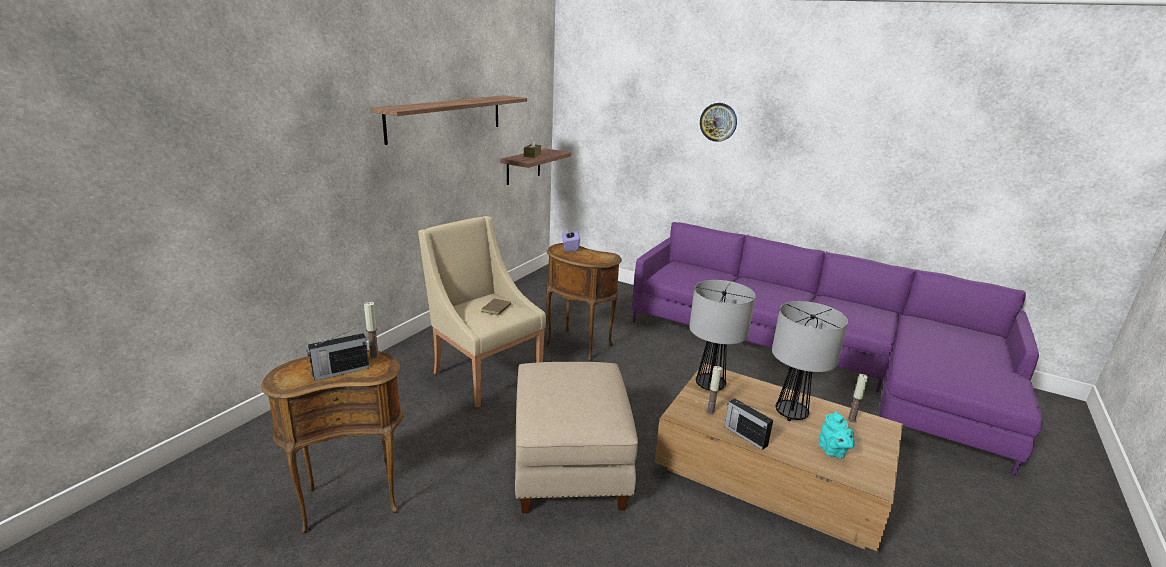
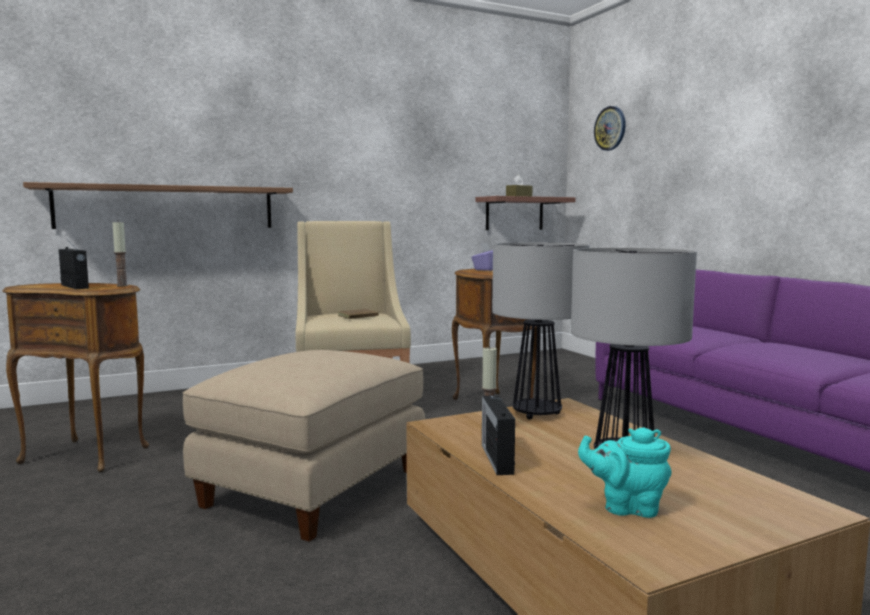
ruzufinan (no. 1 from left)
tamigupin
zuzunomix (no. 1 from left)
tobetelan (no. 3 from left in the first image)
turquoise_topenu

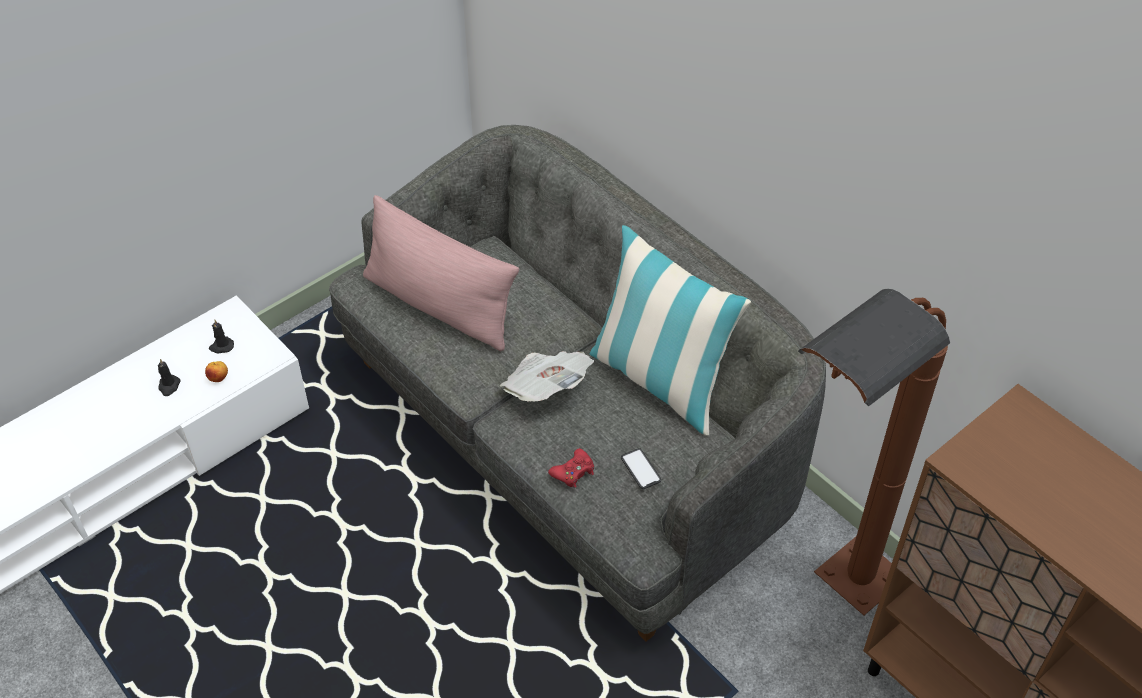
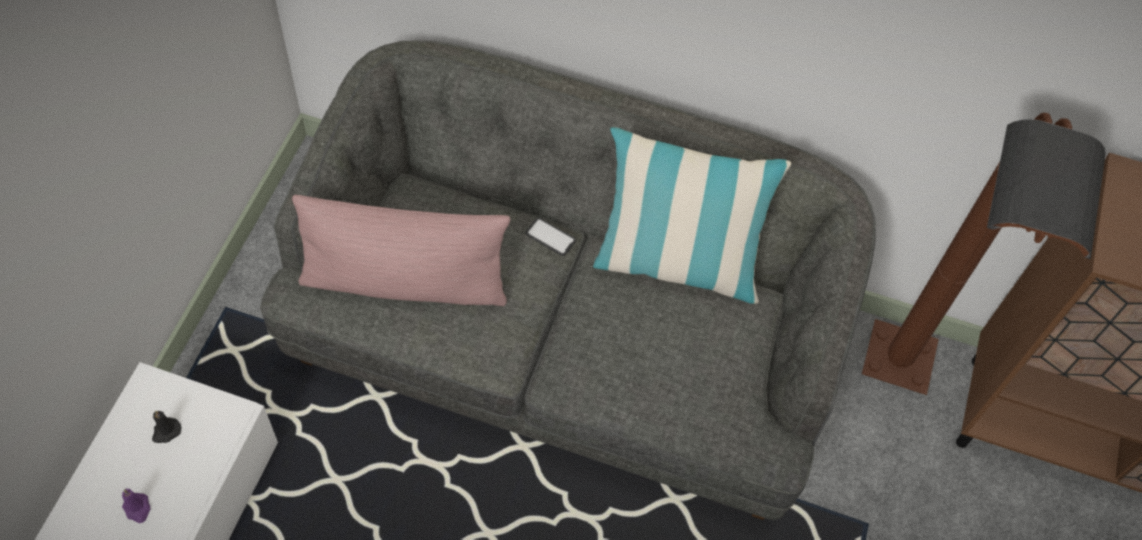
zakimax
purple_tobetelan
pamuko
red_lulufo
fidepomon

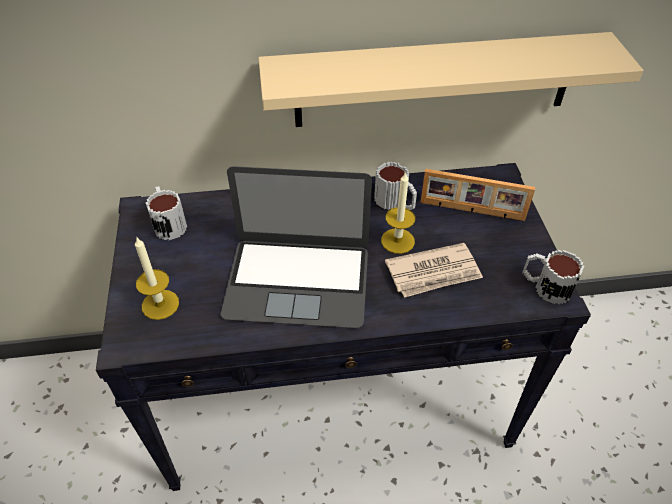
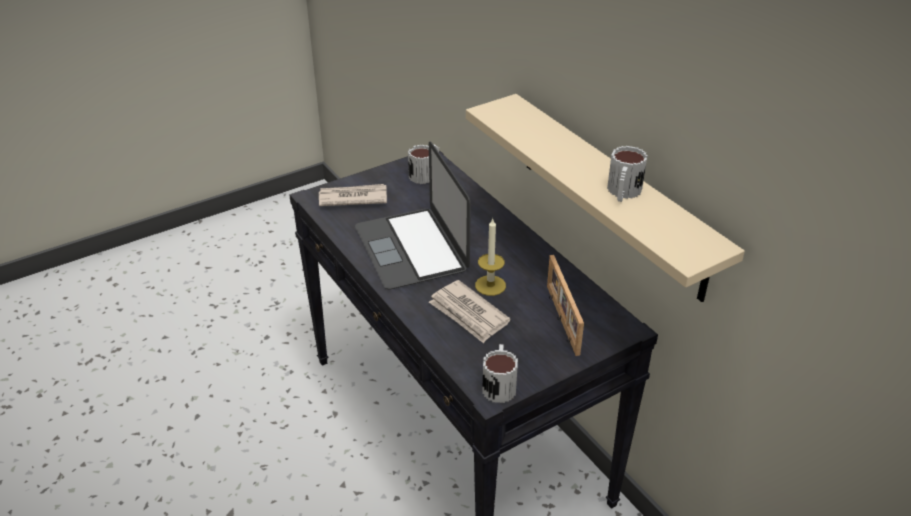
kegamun (no. 3 from left)
zakimax (no. 1 from left)

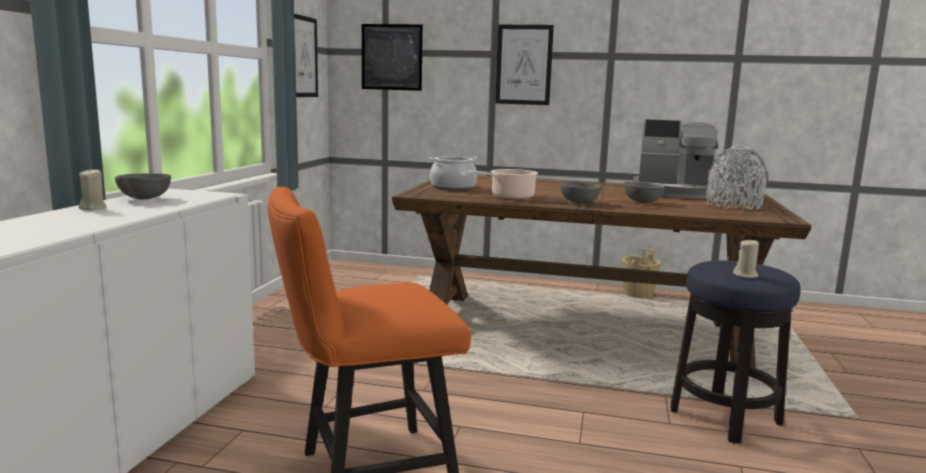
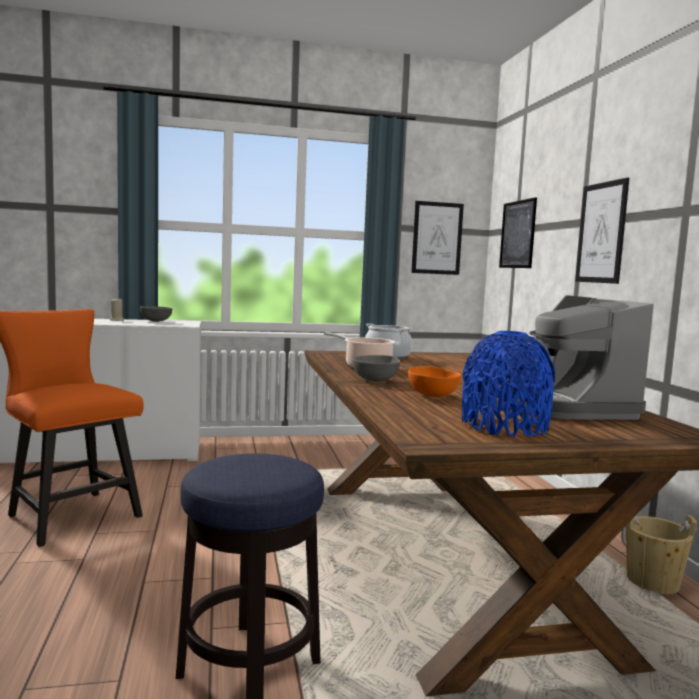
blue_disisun
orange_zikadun
beige_tobetelan (no. 2 from left in the first image)

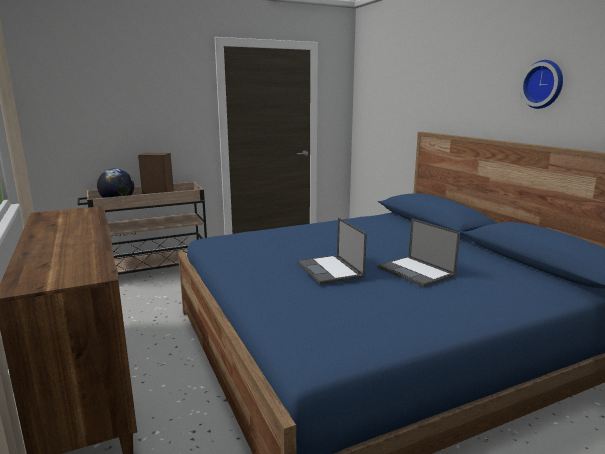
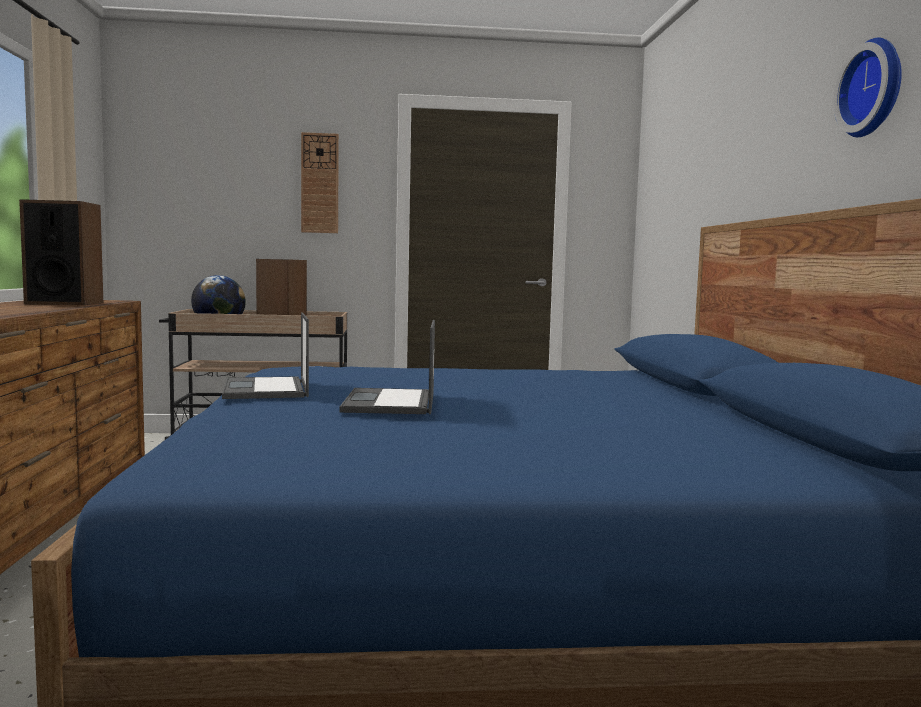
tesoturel (no. 1 from left)
tamigupin (no. 1 from left)
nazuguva (no. 1 from left)

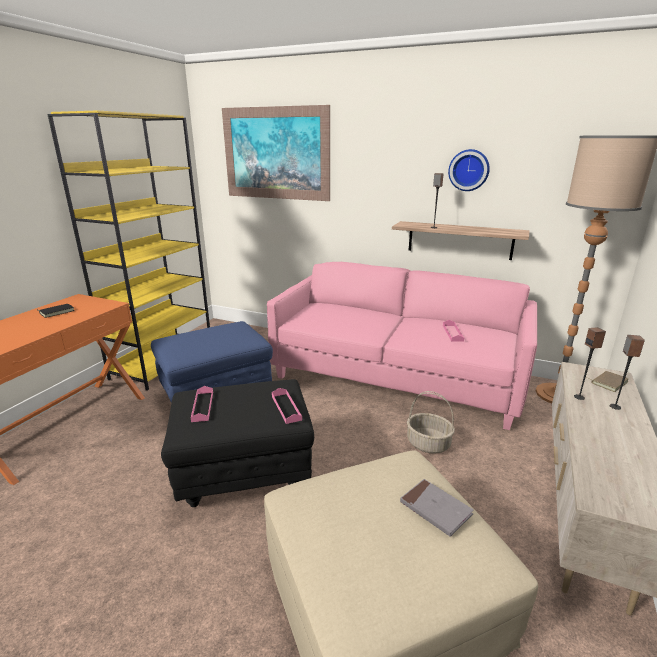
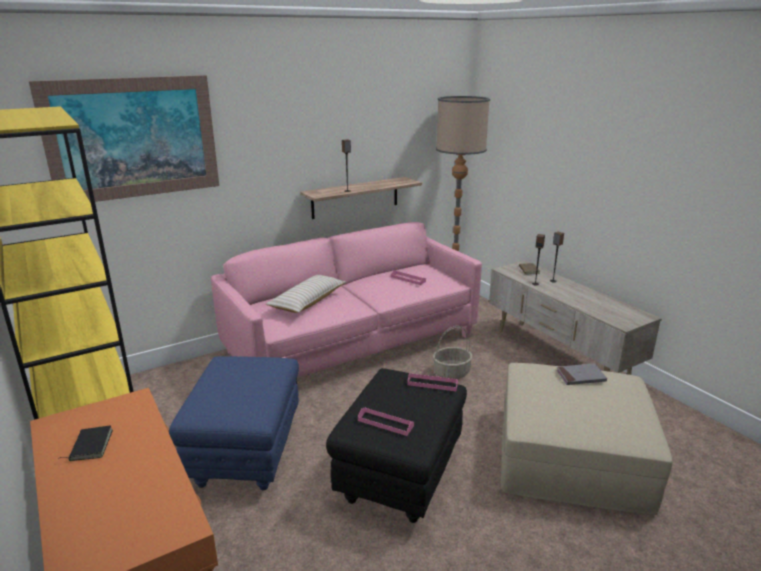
tamigupin
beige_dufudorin

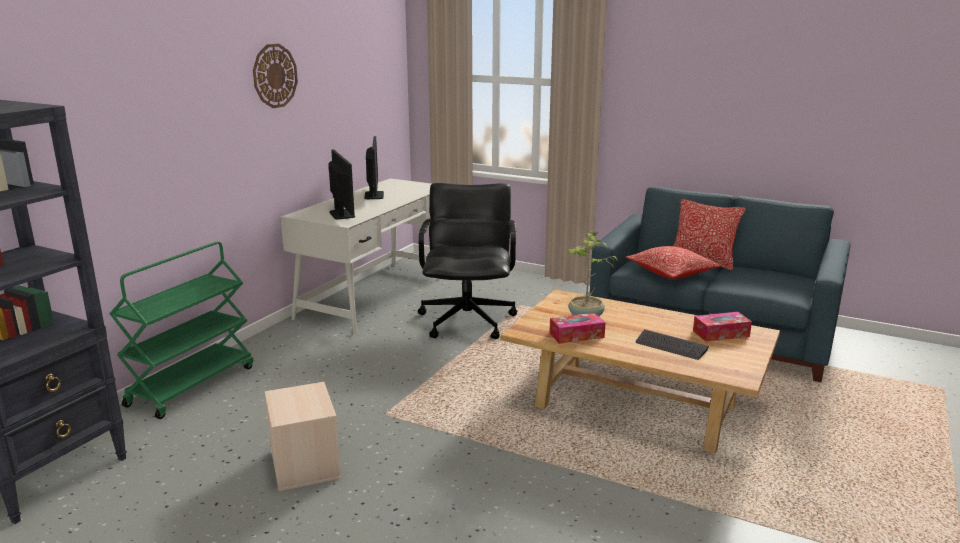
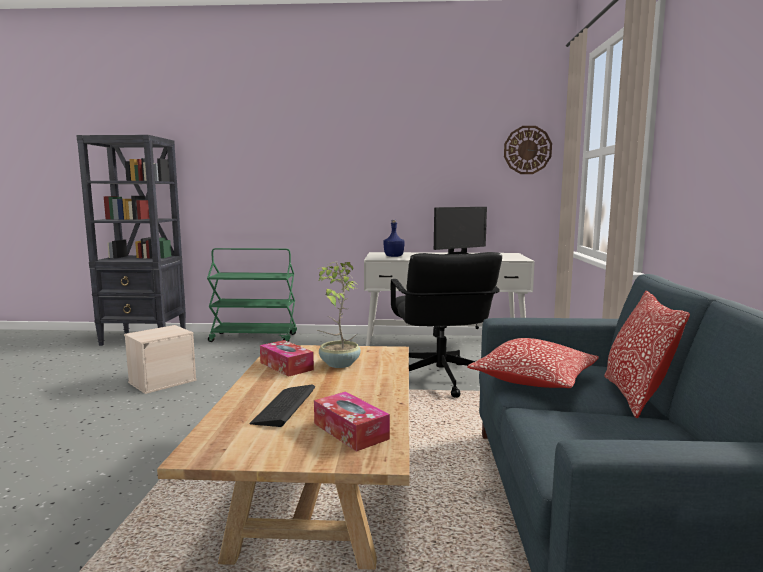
tamigupin
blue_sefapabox
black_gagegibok

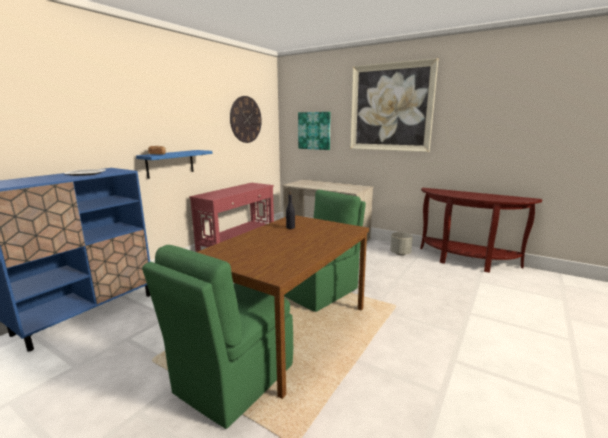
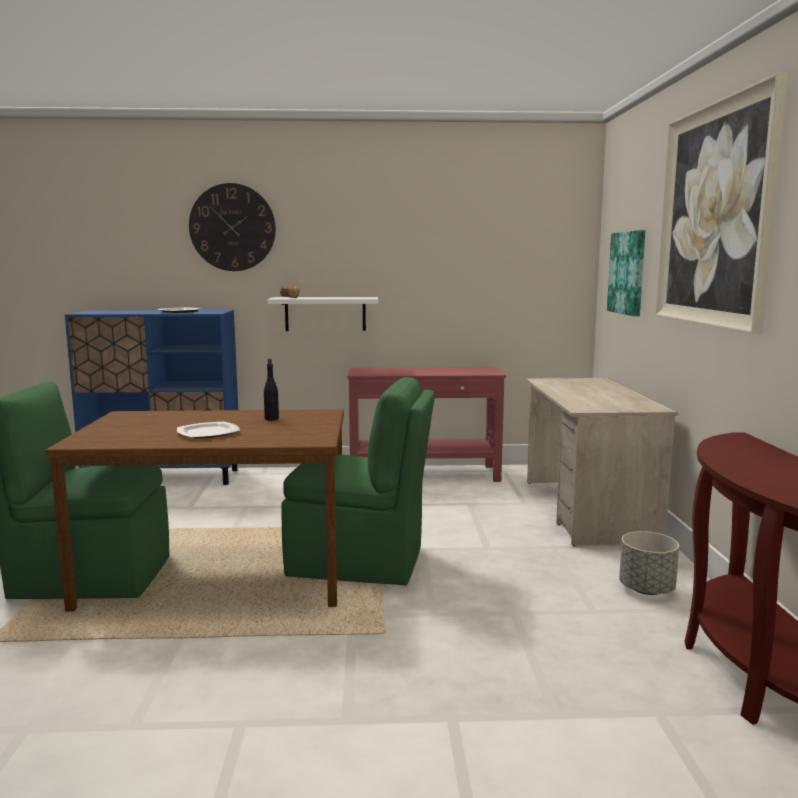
tamigupin
white_ruzufinan
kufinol (no. 2 from left)

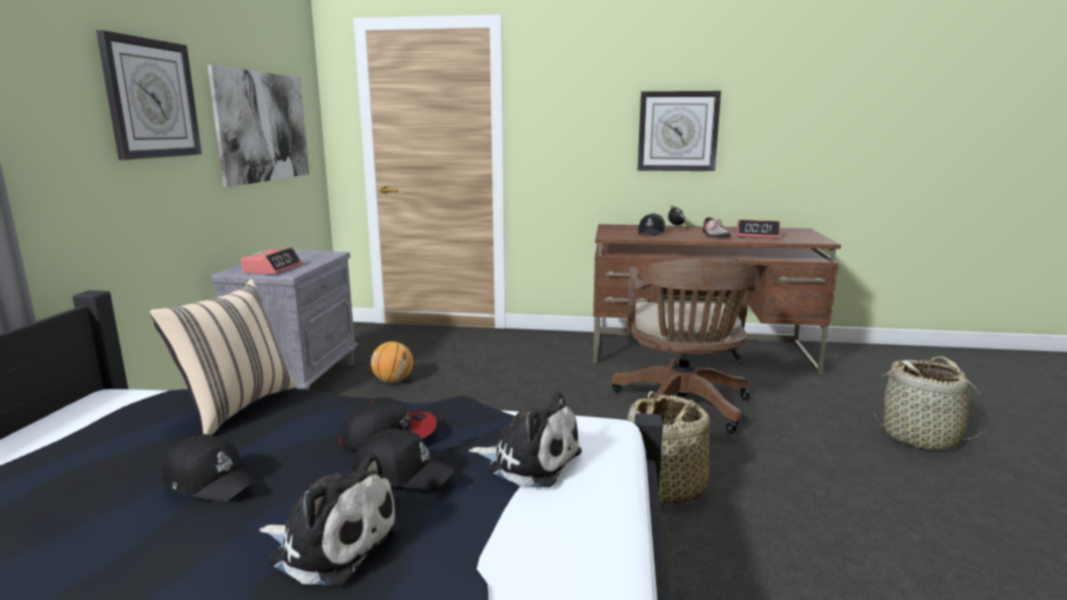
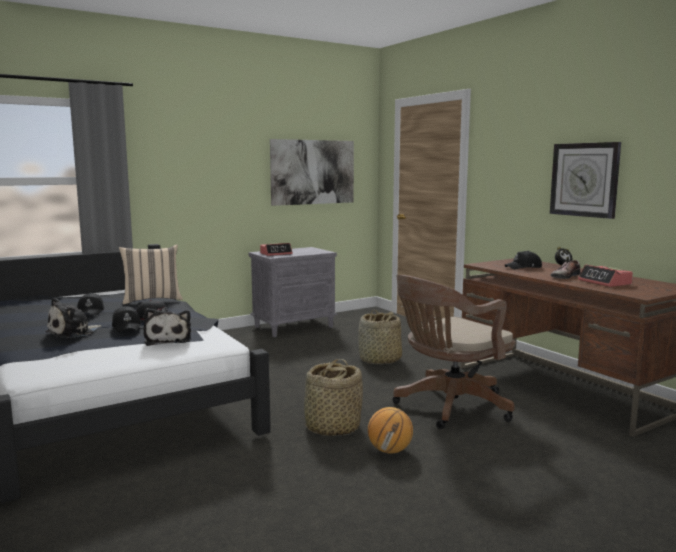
tamigupin (no. 1 from left in the first image)
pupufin
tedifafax (no. 2 from left)
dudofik (no. 1 from left)

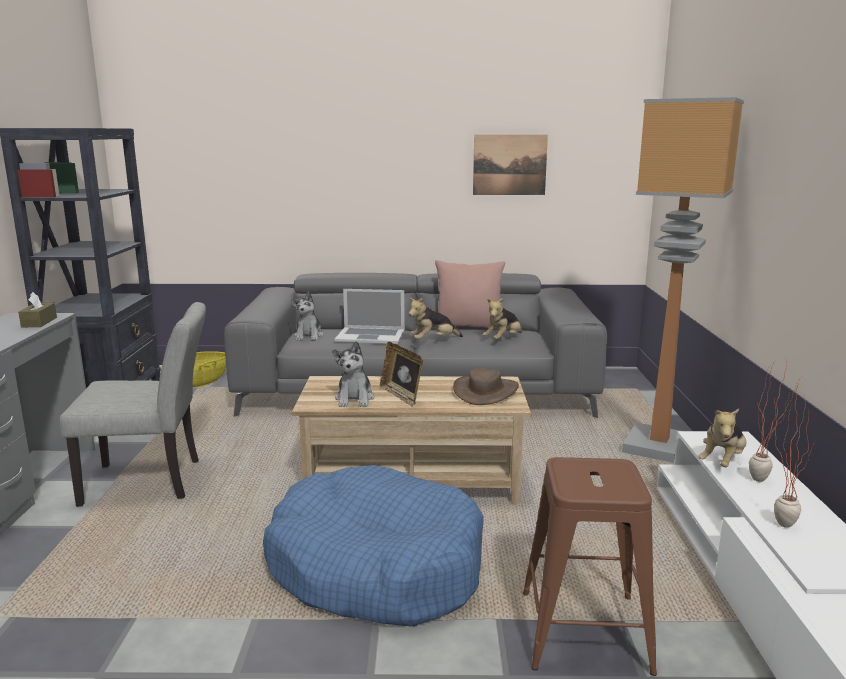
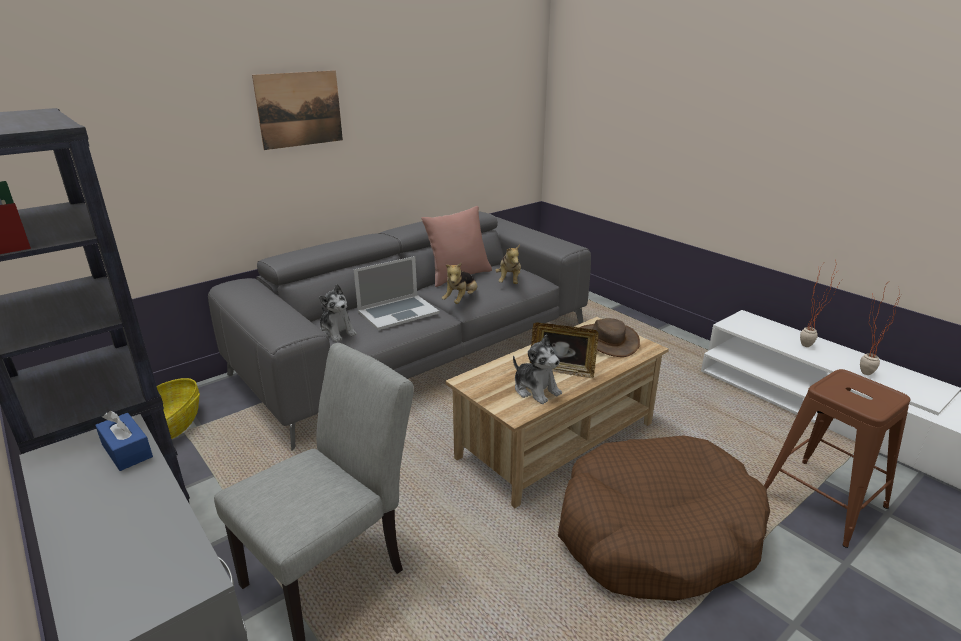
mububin
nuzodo
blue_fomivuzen
dudofik (no. 5 from left in the first image)
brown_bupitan

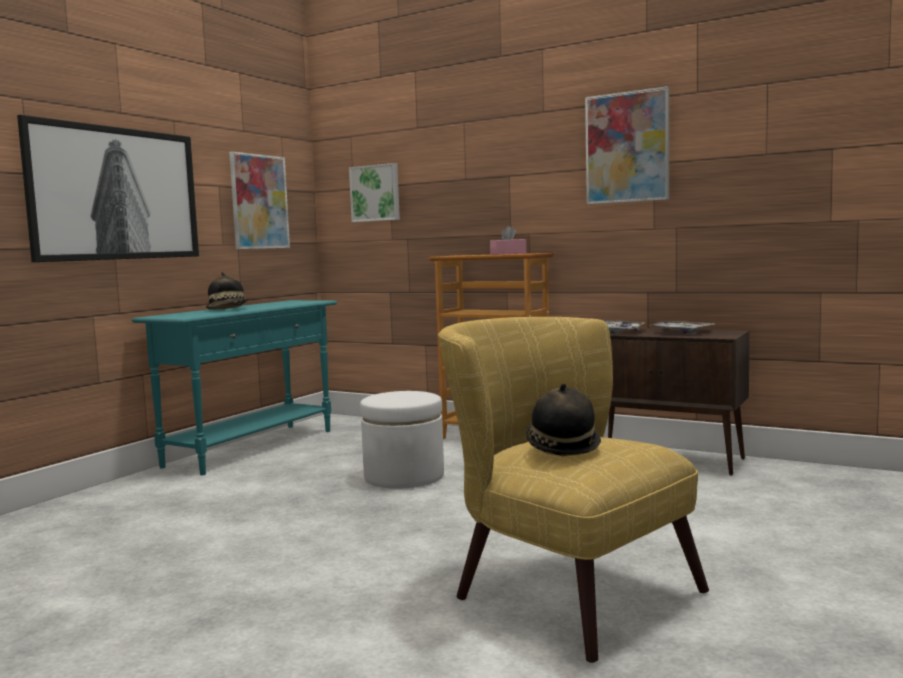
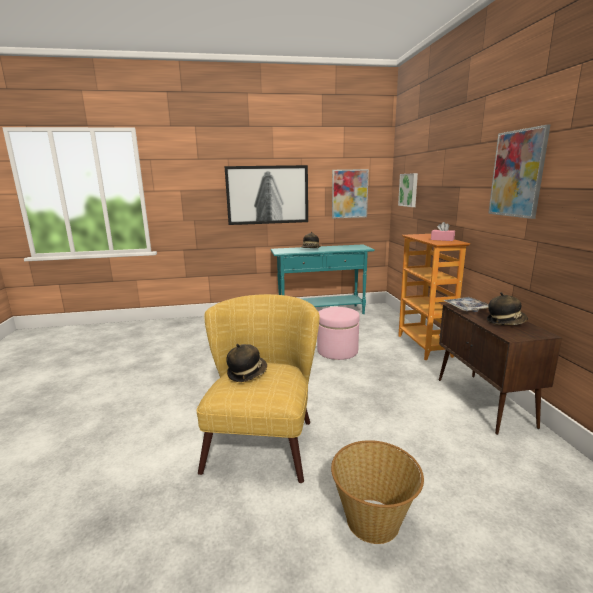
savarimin (no. 3 from left)
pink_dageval
tedifafax

